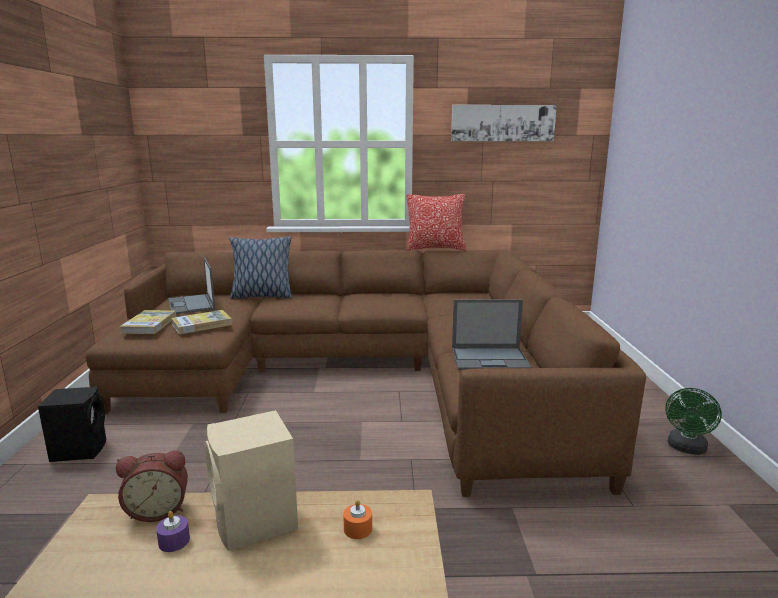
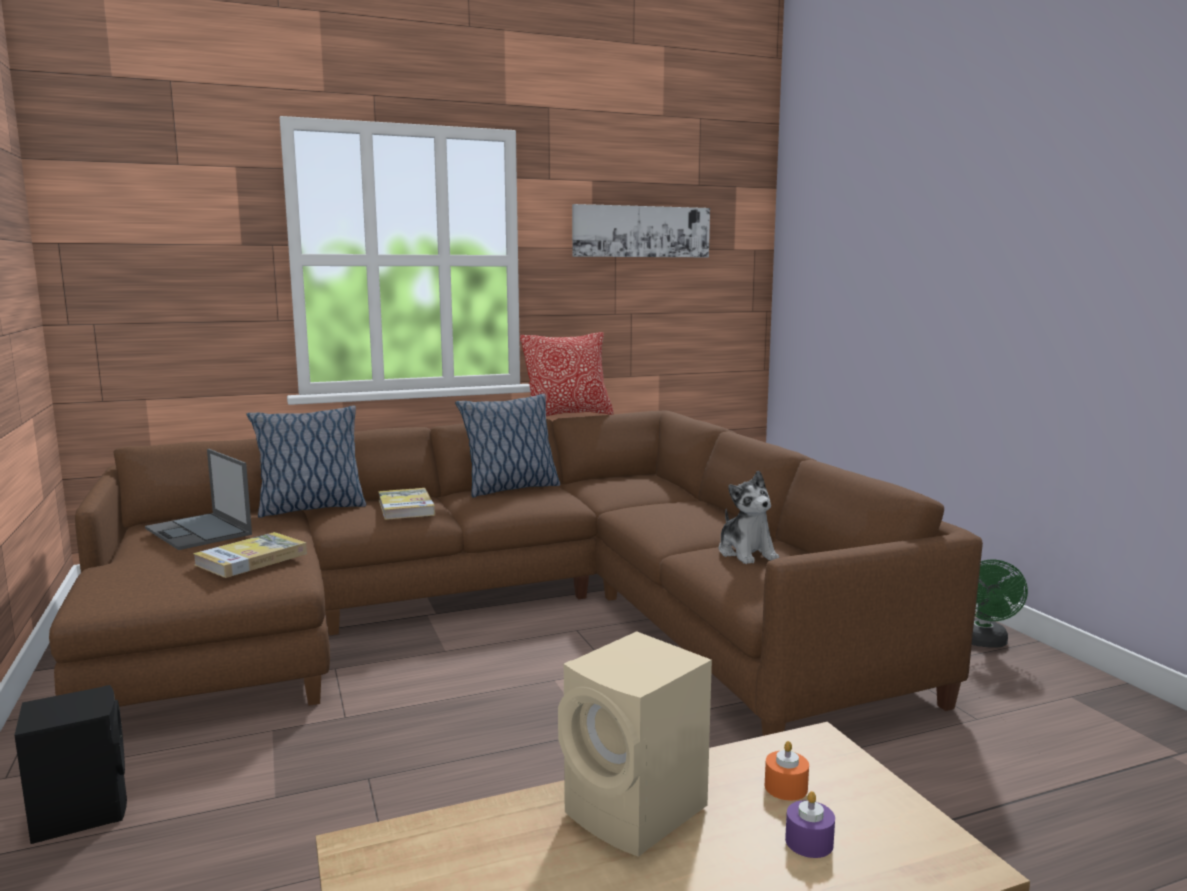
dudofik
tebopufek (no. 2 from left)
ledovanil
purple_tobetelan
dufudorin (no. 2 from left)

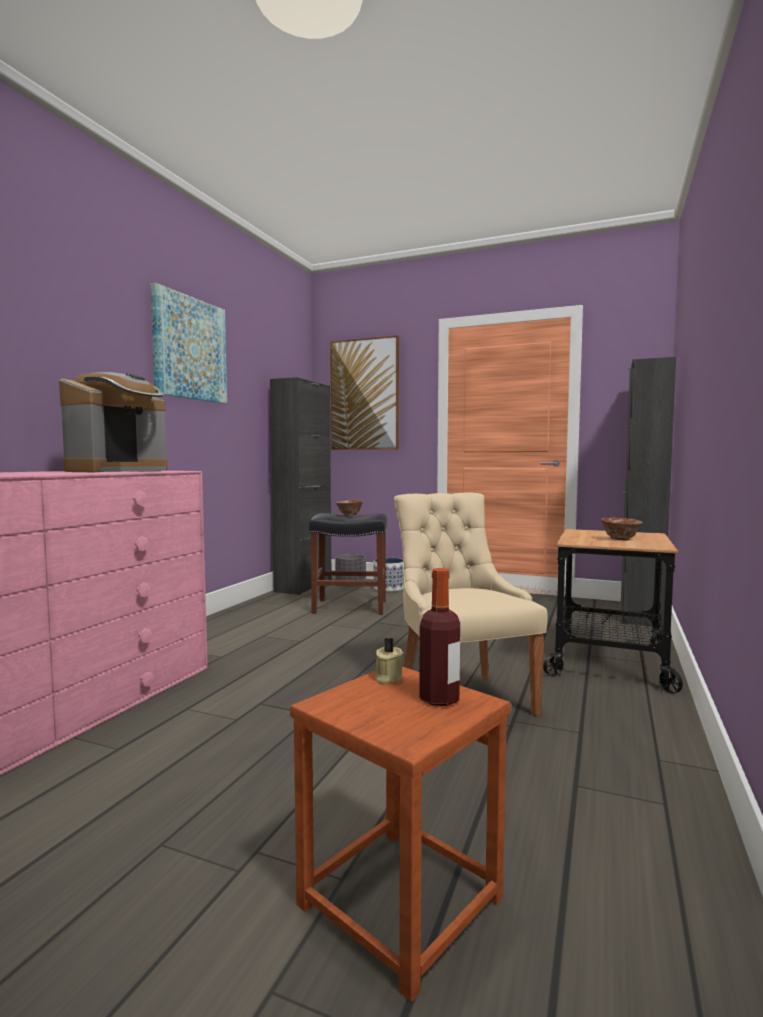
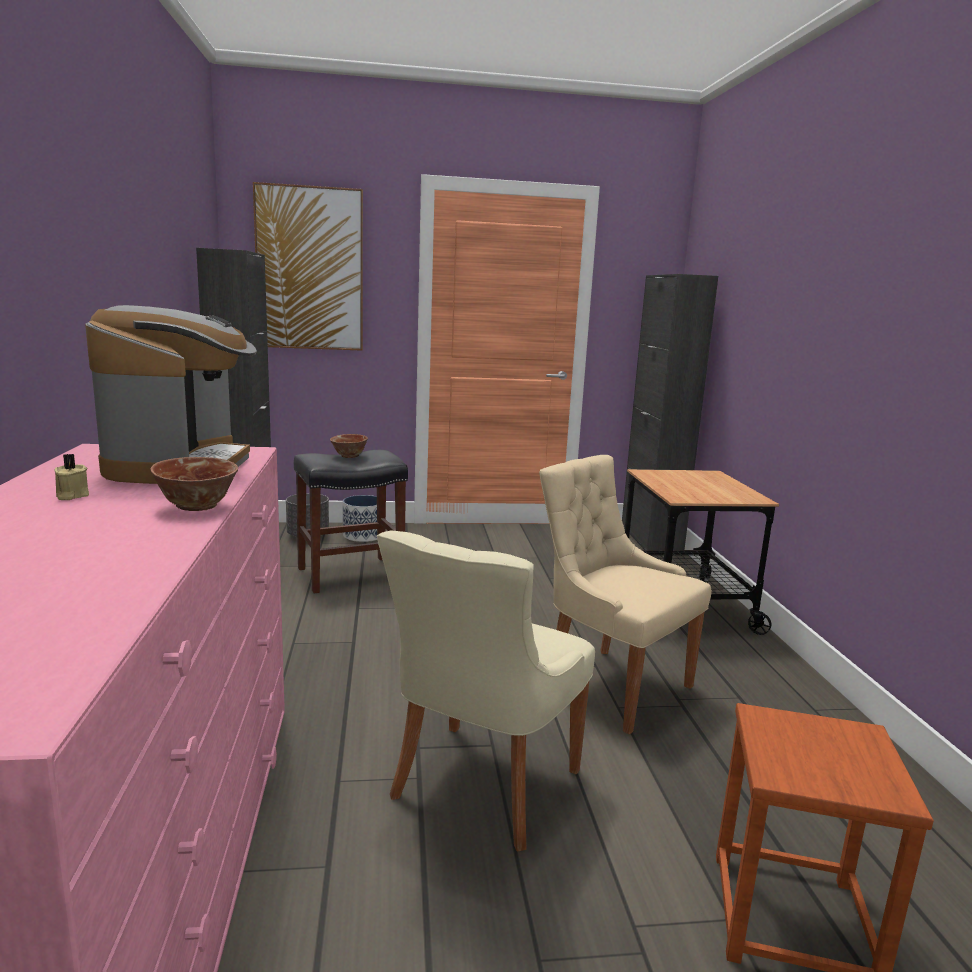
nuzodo (no. 1 from left in the first image)
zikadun (no. 1 from left)
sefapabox
beige_tobetelan
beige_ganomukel (no. 1 from left)

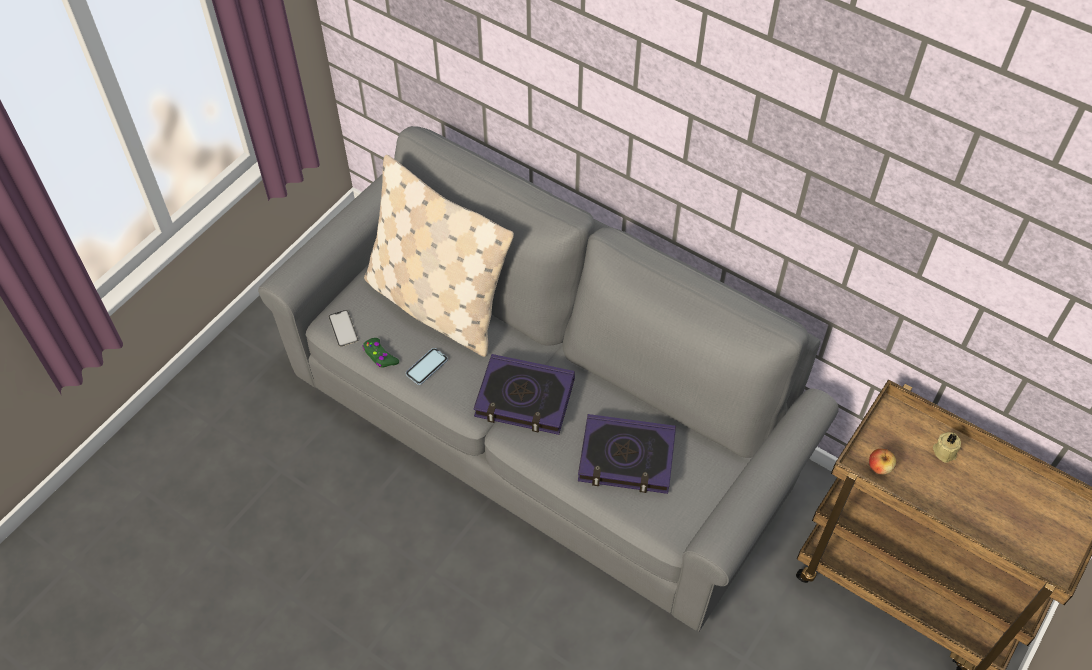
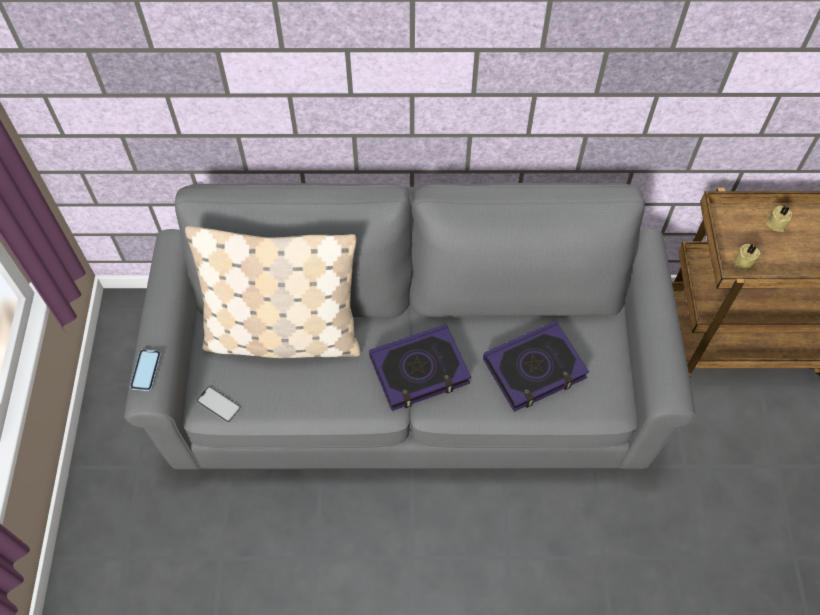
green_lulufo
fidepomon (no. 1 from left)
beige_tobetelan (no. 1 from left)

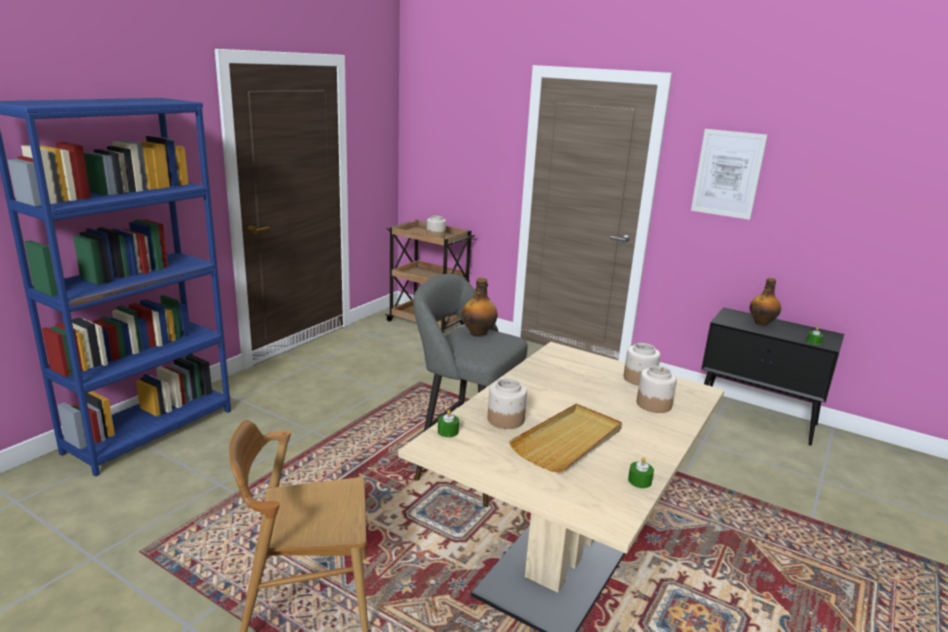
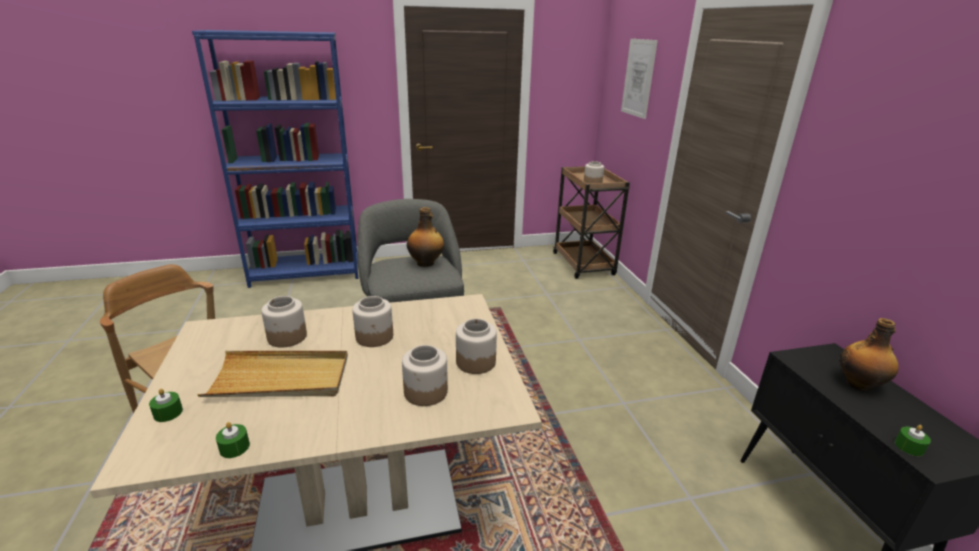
nuzodo
green_tobetelan (no. 1 from left)
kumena (no. 2 from left)

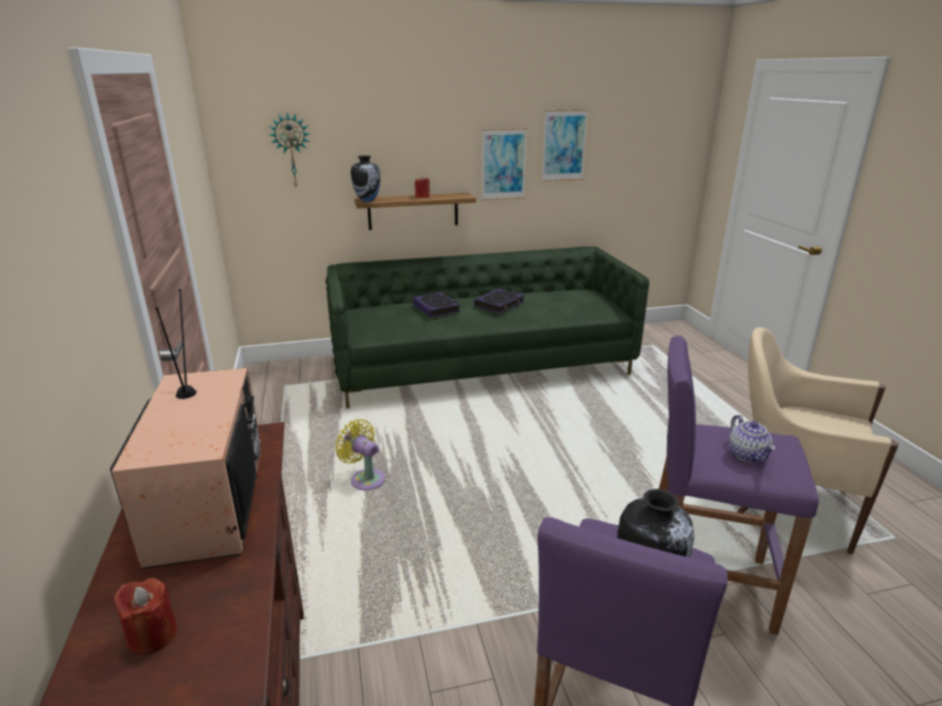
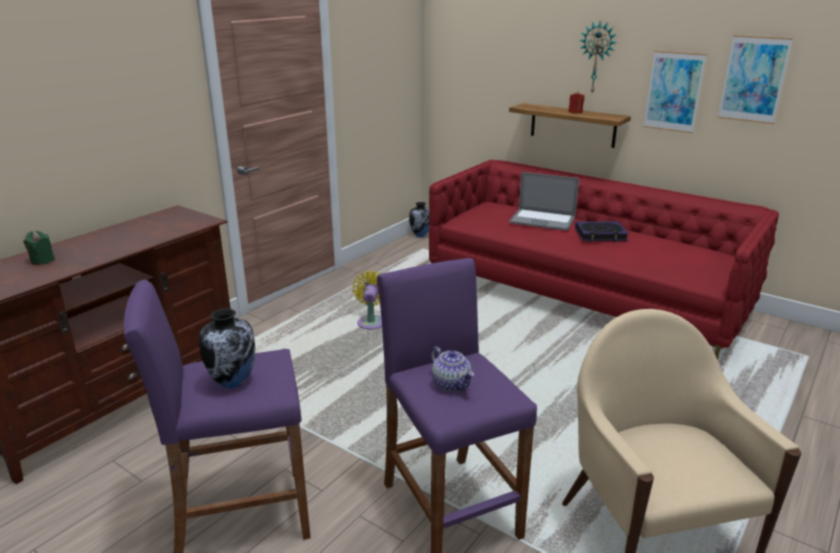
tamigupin
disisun (no. 2 from left)
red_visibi
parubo
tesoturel
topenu
green_tobetelan

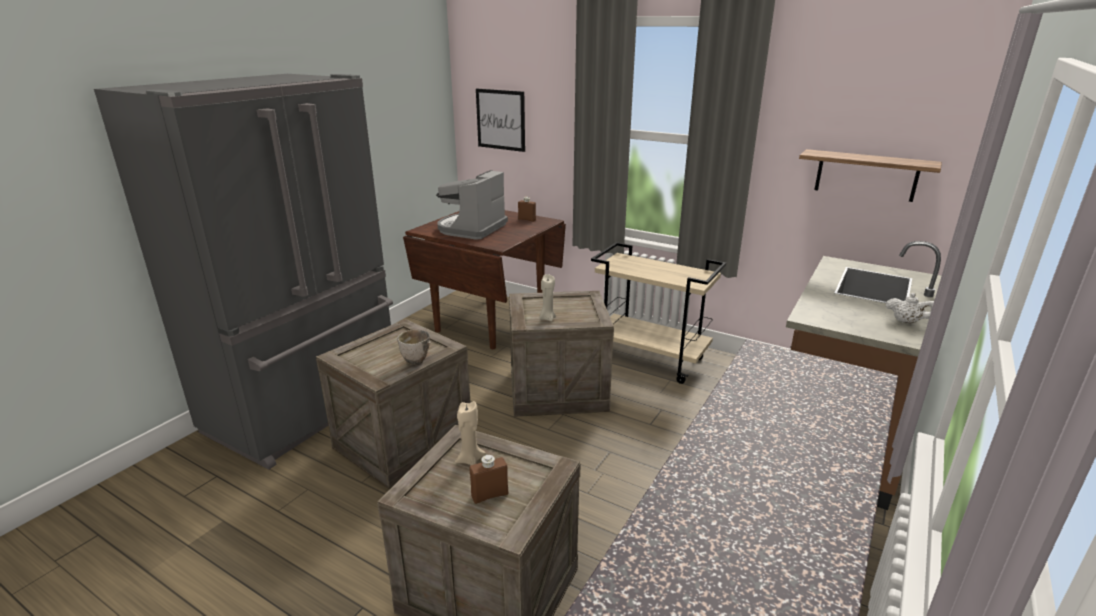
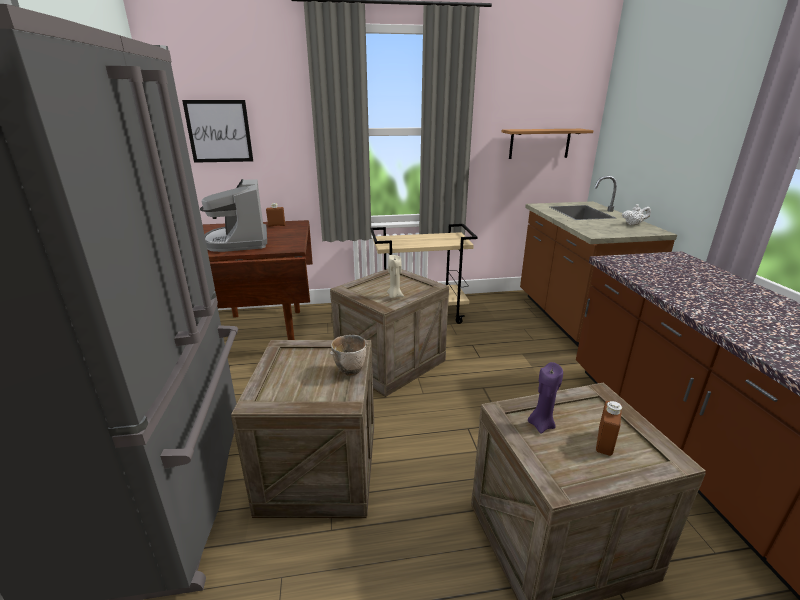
purple_tobetelan

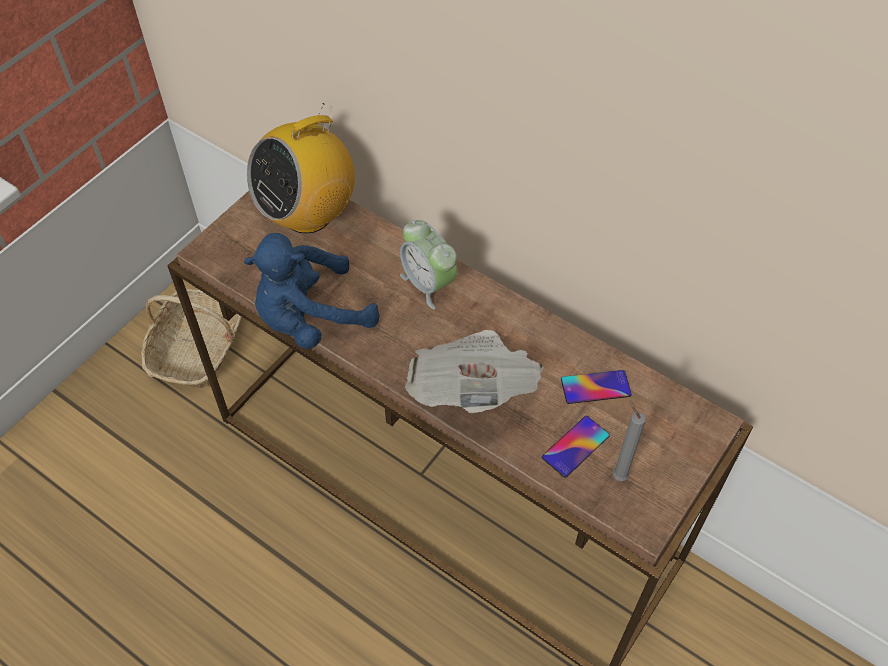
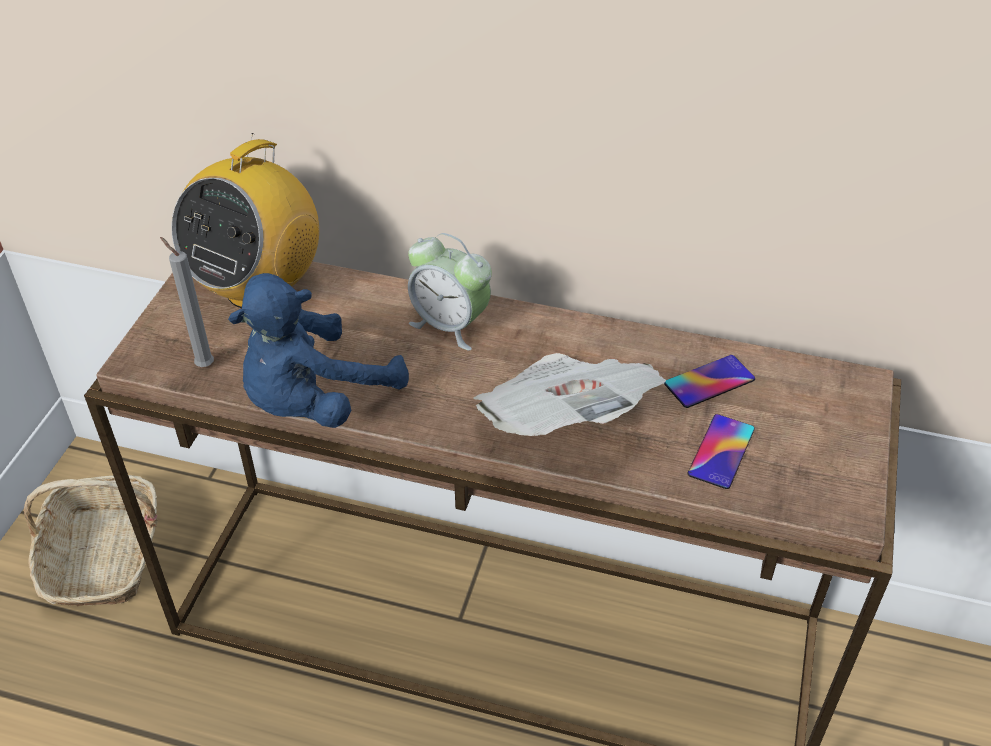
grey_tobetelan

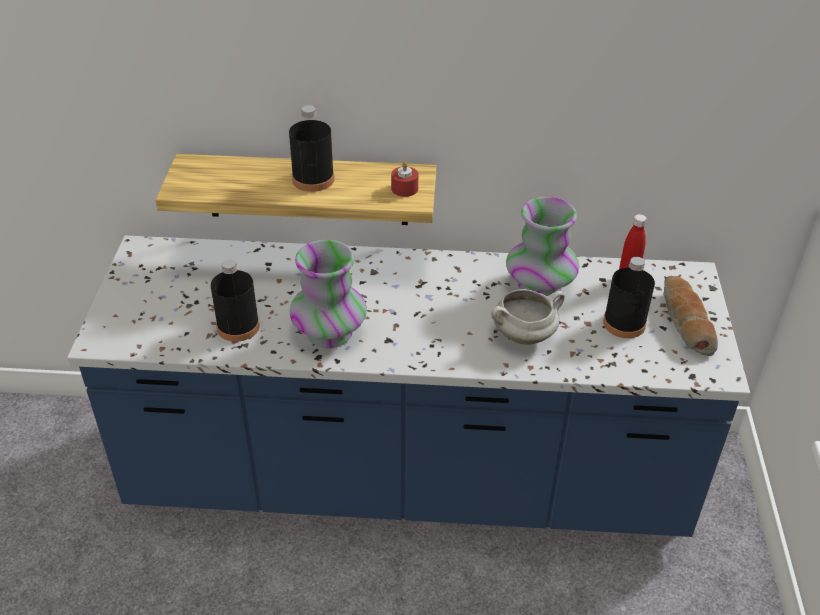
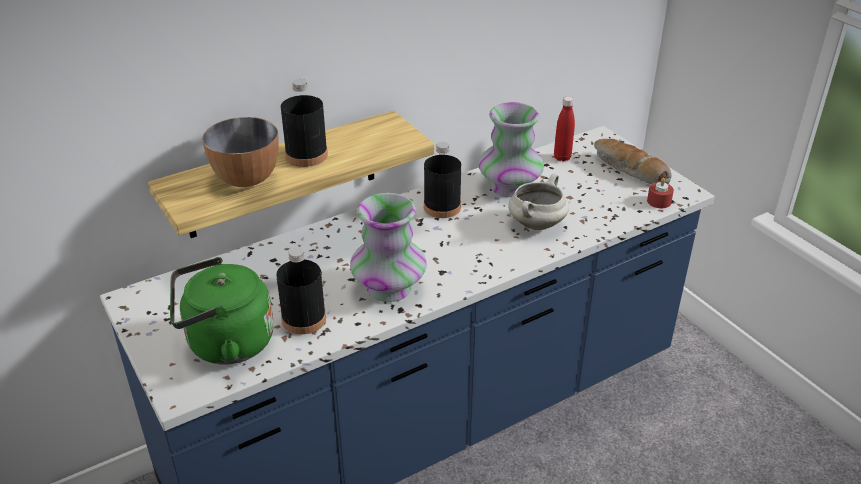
red_tobetelan
black_sefapabox (no. 3 from left)
zikadun
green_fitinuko

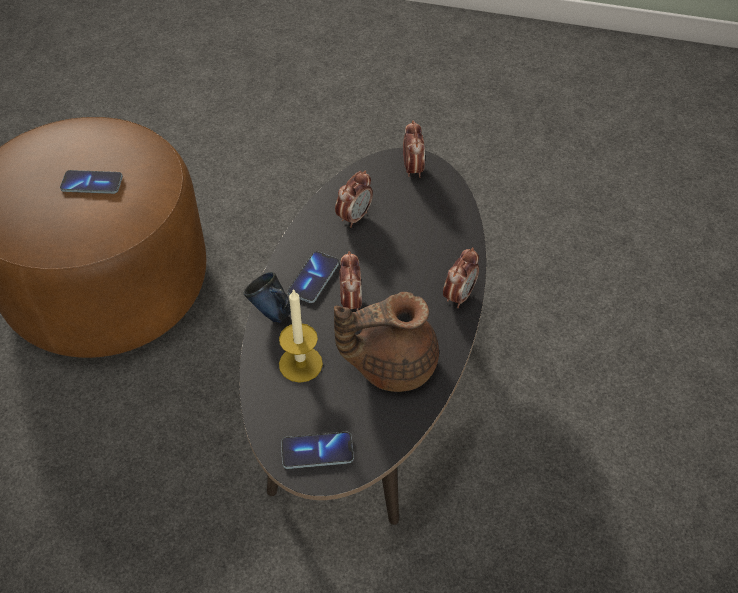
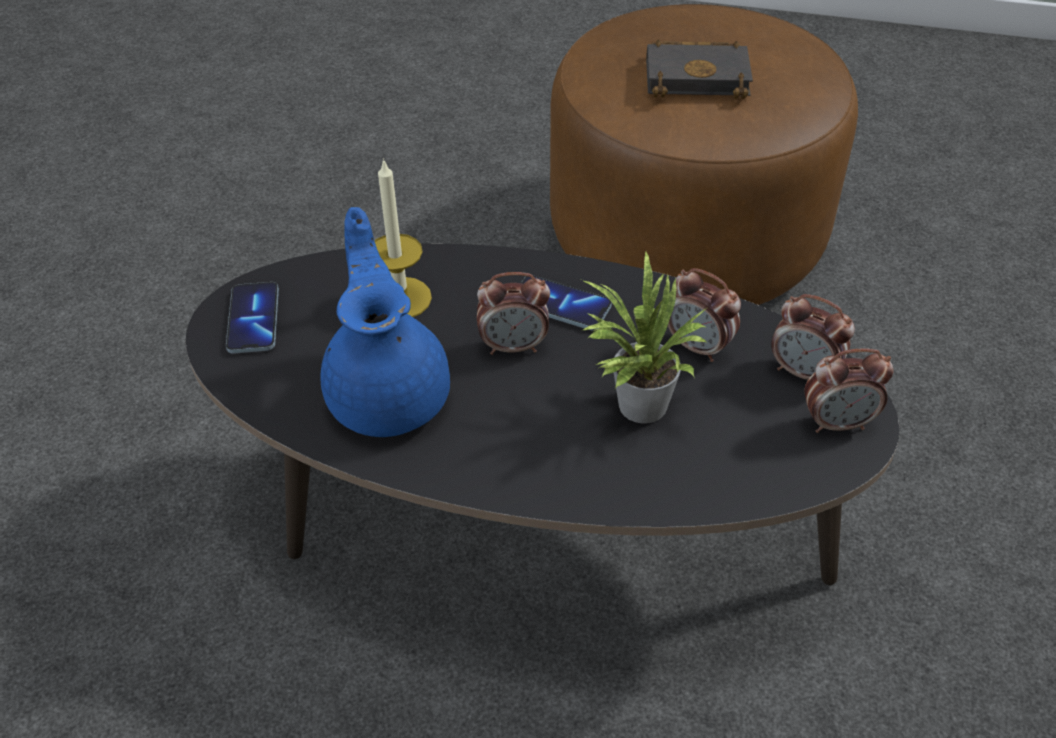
black_tebopufek
ledovanil (no. 3 from left)
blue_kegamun
blue_topenu
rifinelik

